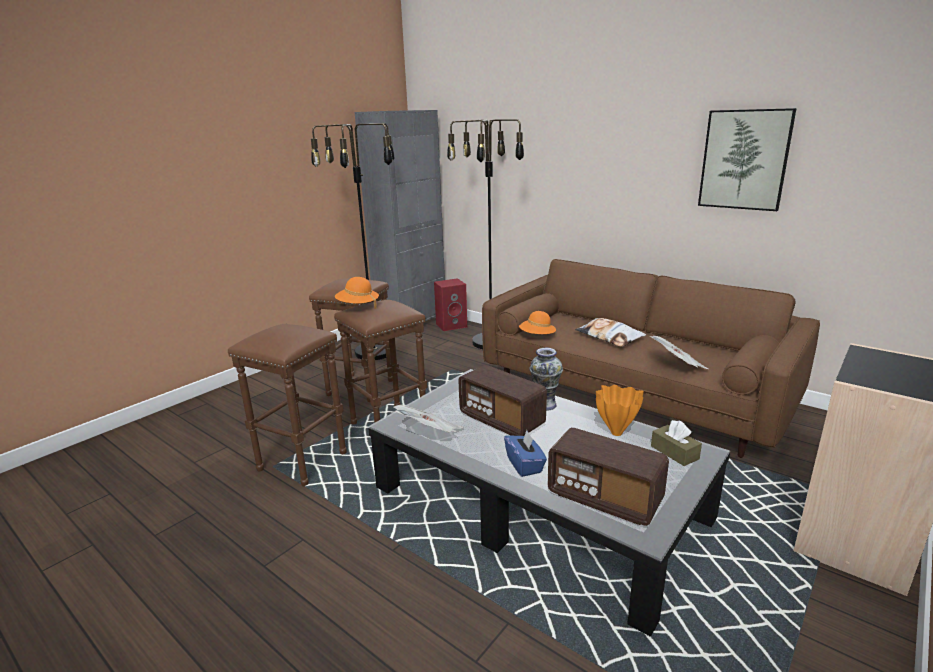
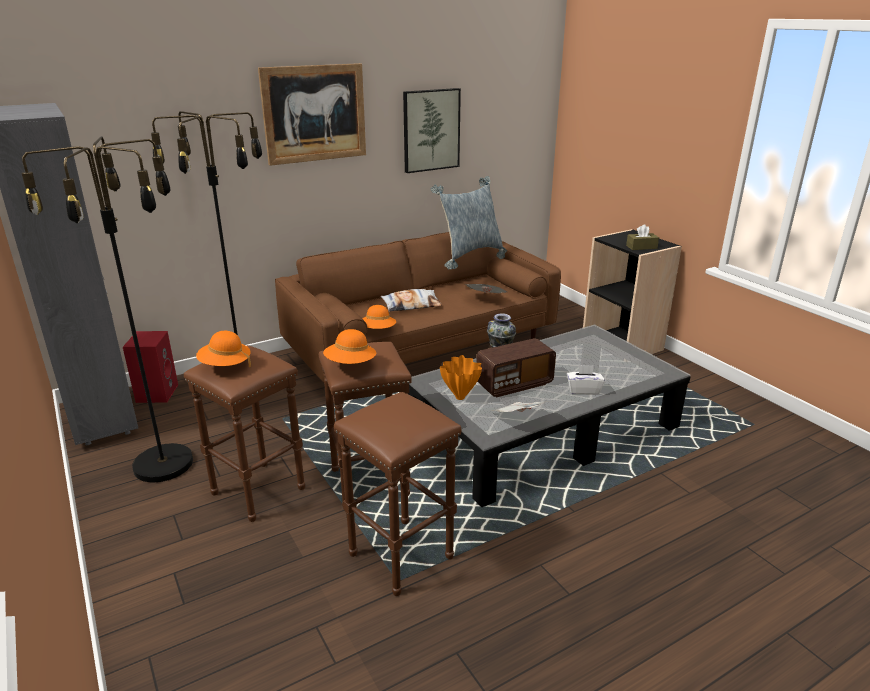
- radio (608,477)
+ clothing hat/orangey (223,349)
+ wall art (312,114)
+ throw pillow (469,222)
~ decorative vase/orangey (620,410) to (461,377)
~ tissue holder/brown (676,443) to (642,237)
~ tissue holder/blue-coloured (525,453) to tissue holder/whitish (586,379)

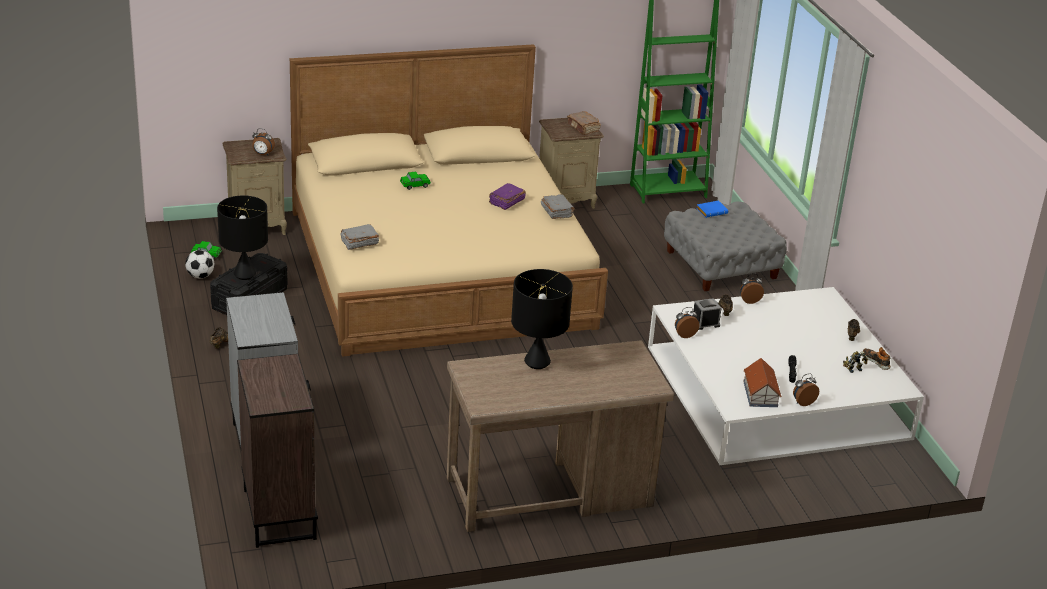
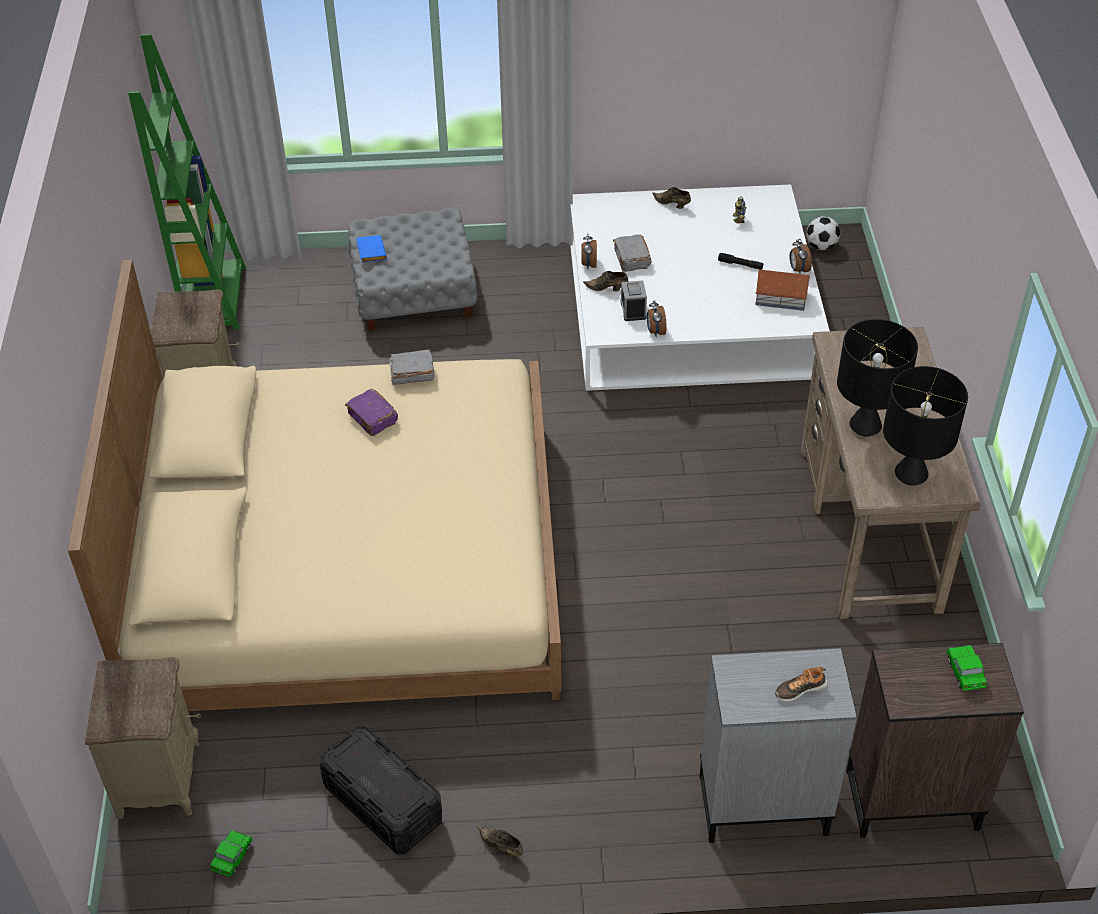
- bedside clock (263,141)
- volume/brown (584,123)
~ football (199,264) to (823,233)
~ lamp for a table/blackish (242,237) to (925,425)
~ volume/greyish (360,237) to (632,253)
~ toy car (415,180) to (966,668)
~ item of footwear (877,358) to (801,684)

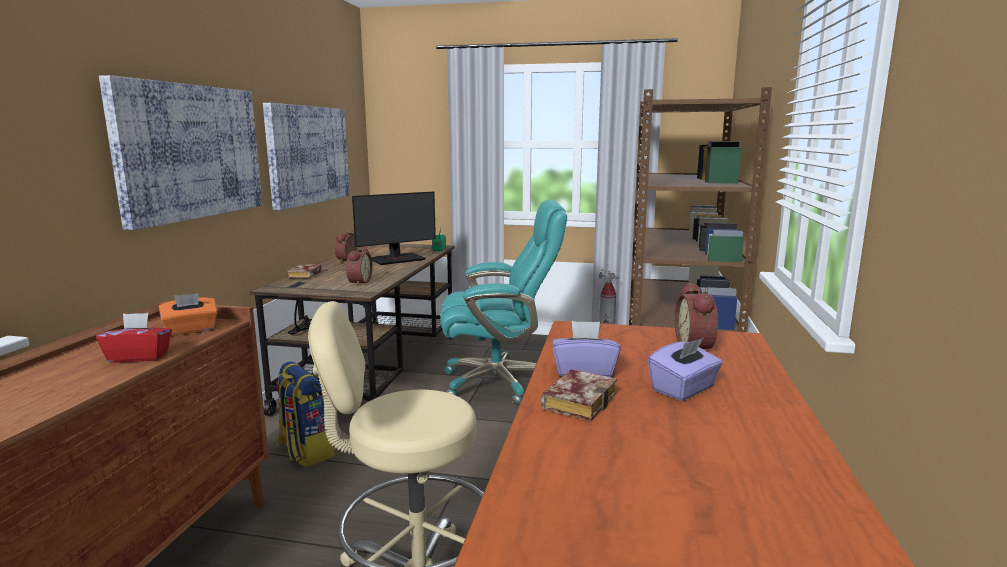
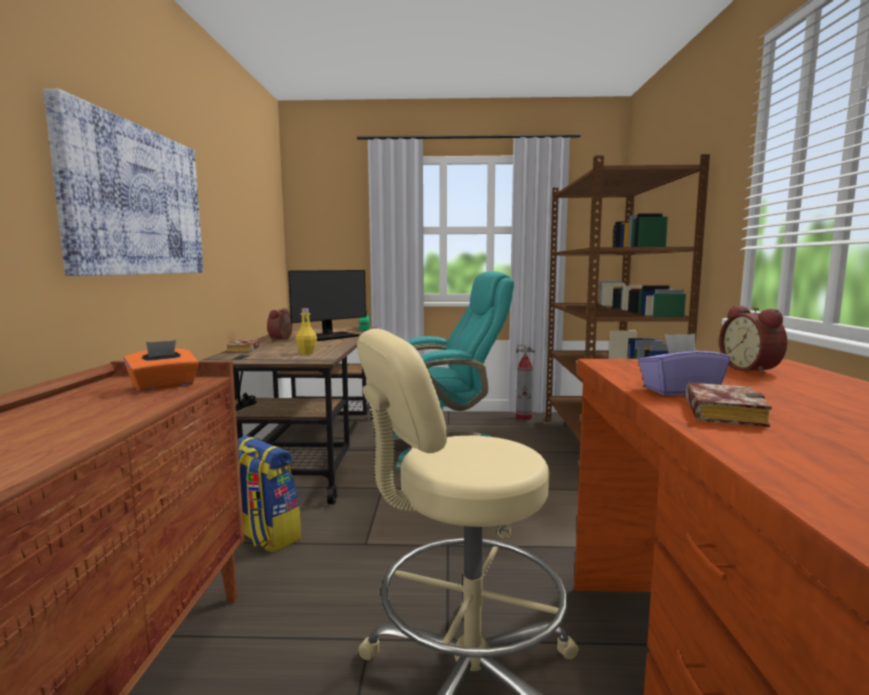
- tissue holder/red-coloured (134,338)
- wall art (306,156)
- tissue holder/purplish (685,369)
~ bedside clock (359,266) to drink bottle/yellow-coloured (306,331)

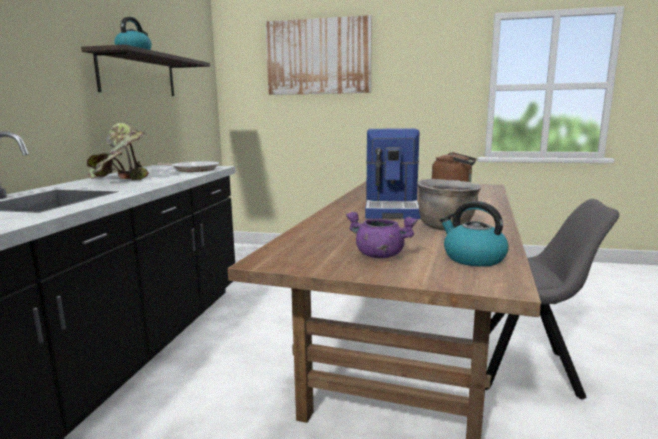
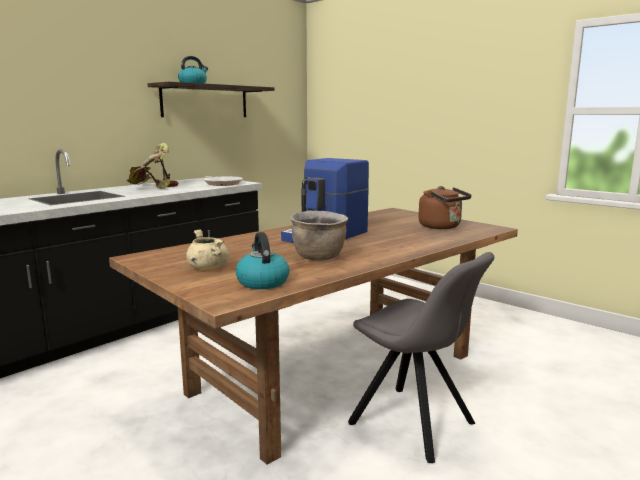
- wall art (318,55)
~ saucepot/purplish (381,235) to saucepot/sand-coloured (207,249)

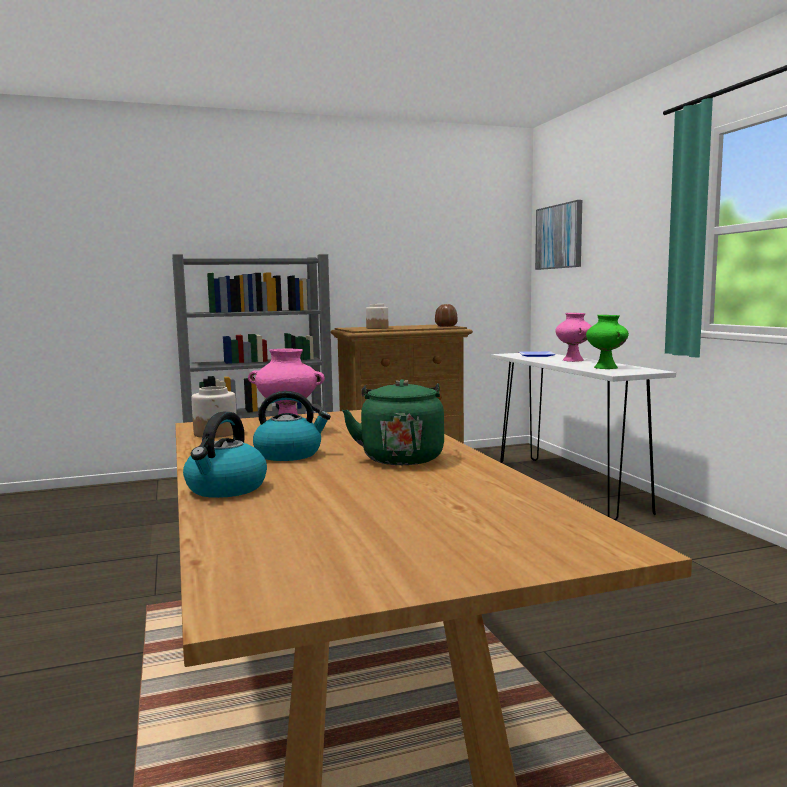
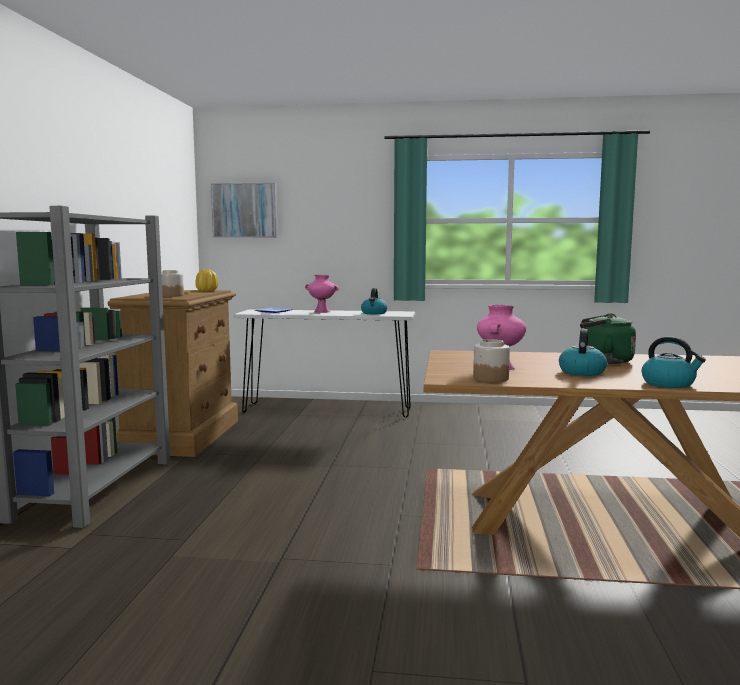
~ decorative vase/green-coloured (607,342) to tea kettle (374,301)
~ decorative vase/brown (446,315) to decorative vase/yellow-coloured (206,280)

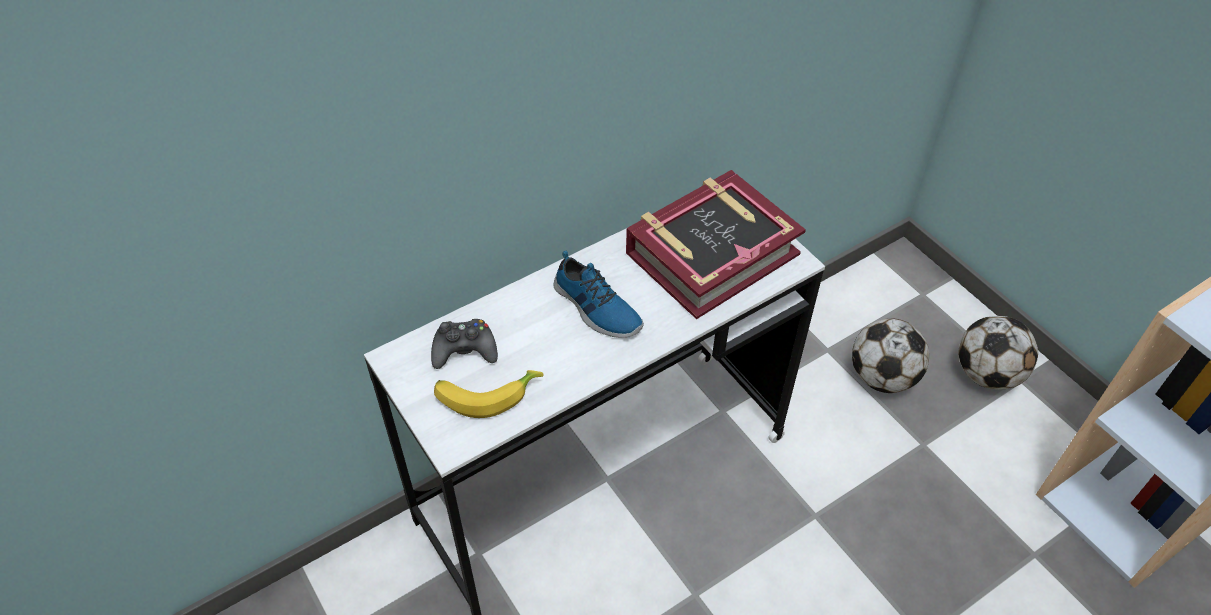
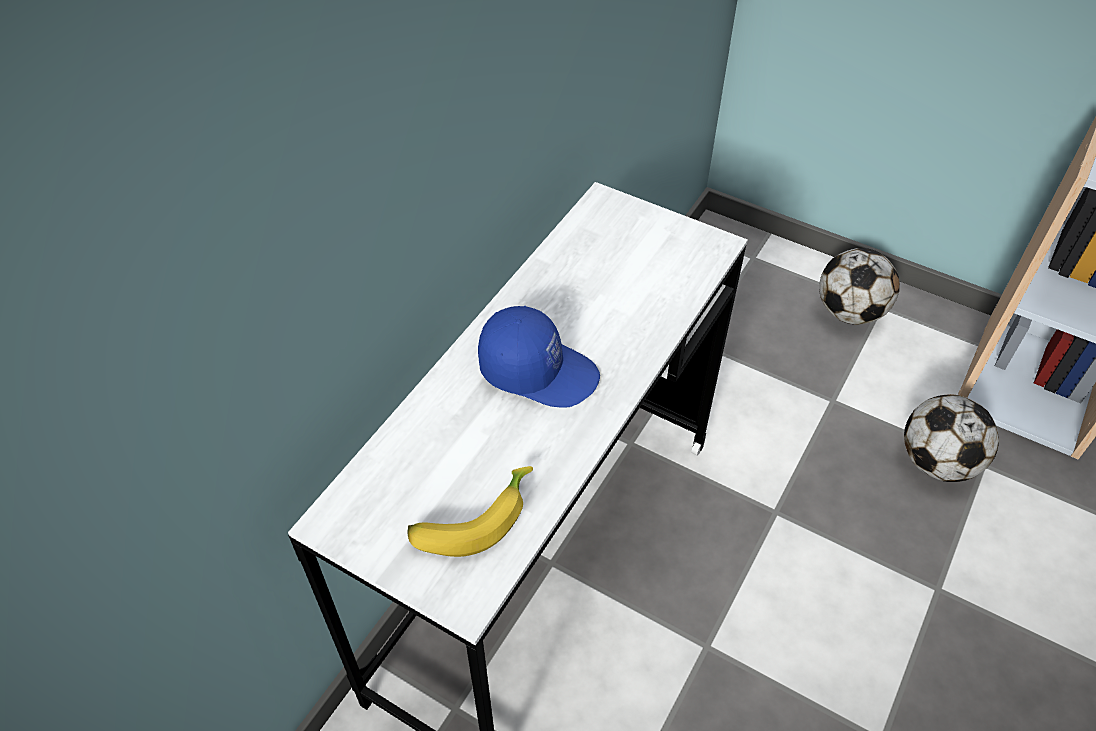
- joypad/blackish (464,344)
- volume (716,244)
~ football (890,355) to (951,438)
~ item of footwear (599,294) to cap/blue-coloured (539,357)

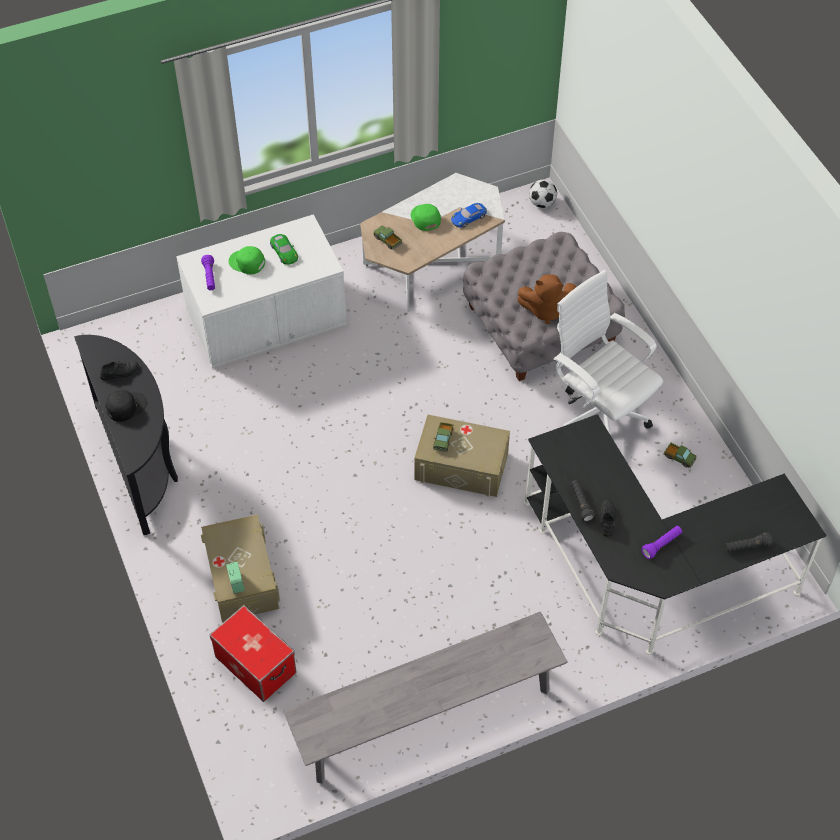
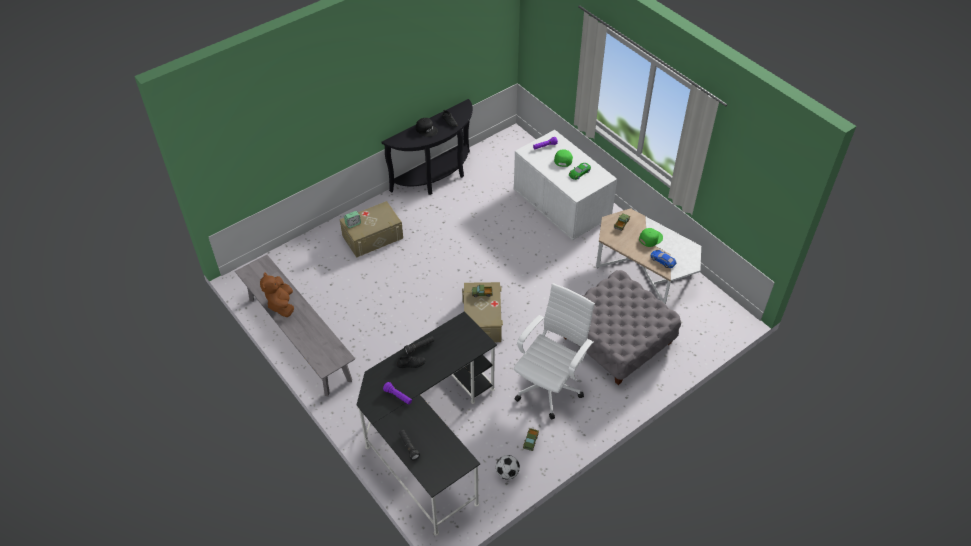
- storage bin (253,653)
~ cuddly toy/brown (546,299) to (277,294)
~ football (543,194) to (508,467)

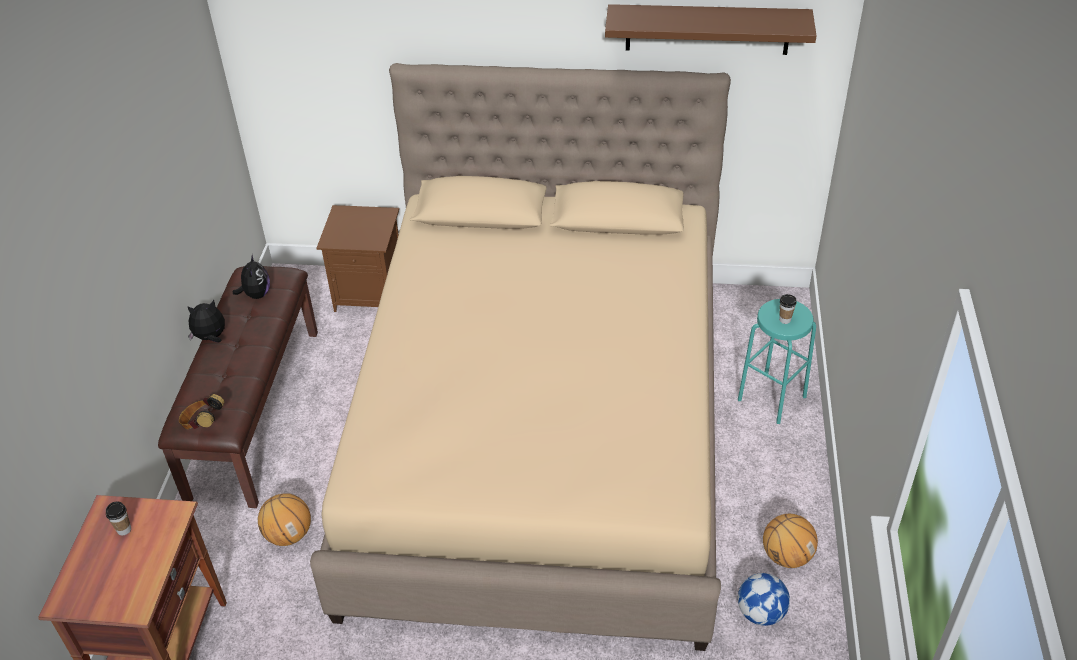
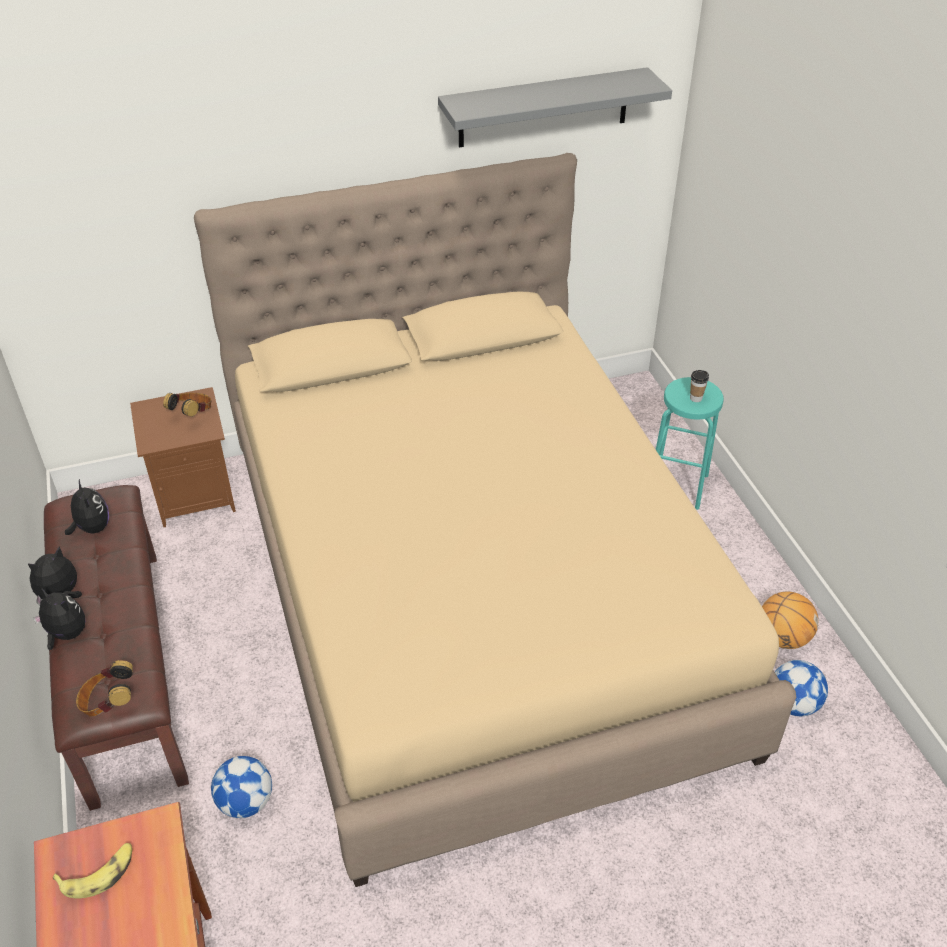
+ cuddly toy (59,618)
+ pair of headphones (187,405)
~ small cup (118,518) to whole banana (92,871)
~ ball for basketball (284,519) to football (241,787)
~ bracket shelf/brown (711,29) to bracket shelf/greyish (555,107)

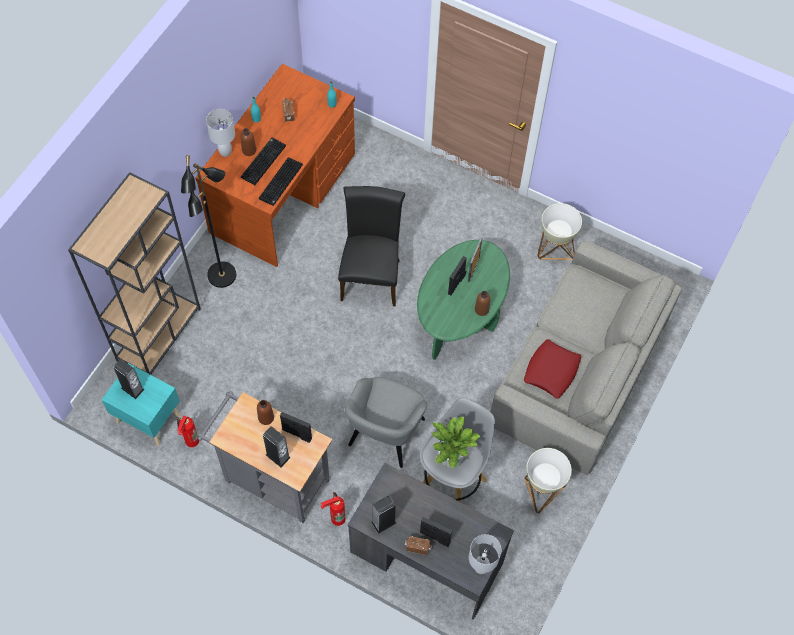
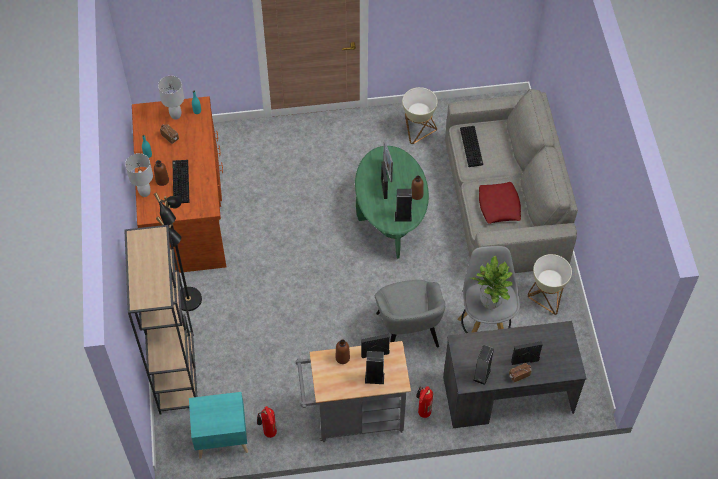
- plain chair/blackish (371,246)
~ speaker (129,379) to (403,205)
~ PC keyboard (281,181) to (471,146)
~ lamp for a table/whitish (485,554) to (171,98)

